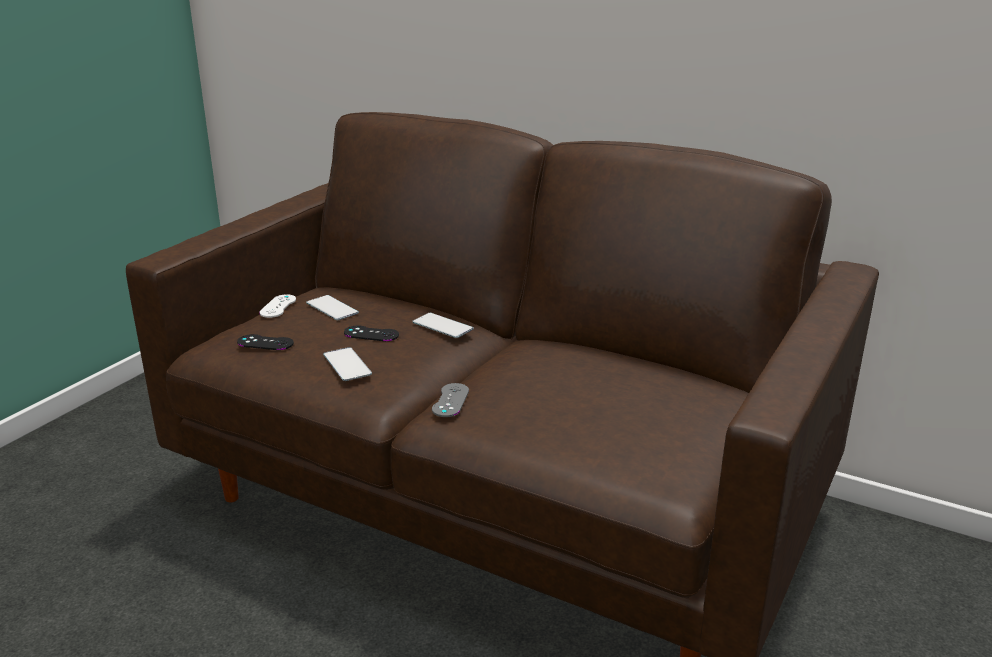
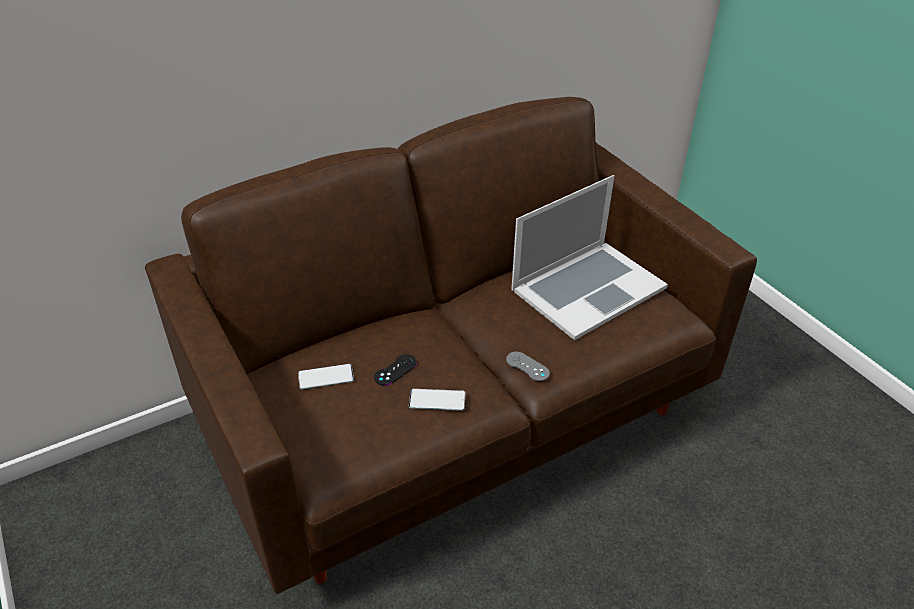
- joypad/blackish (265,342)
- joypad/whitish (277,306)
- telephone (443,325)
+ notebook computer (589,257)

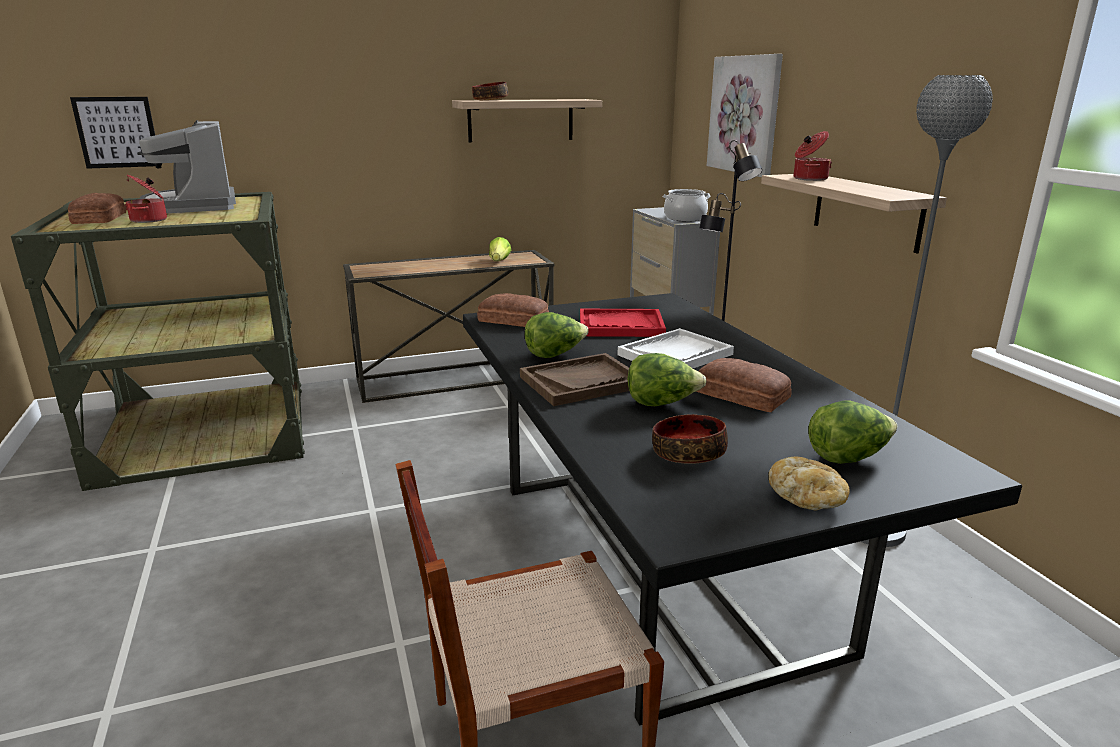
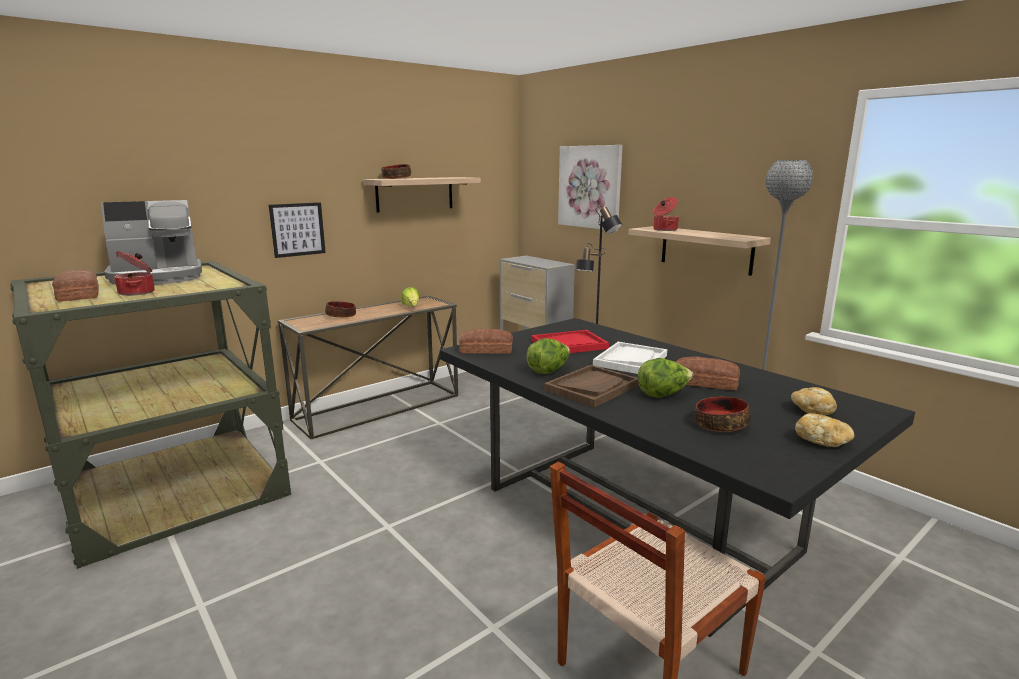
- saucepot (686,205)
+ bowl (340,309)
~ wall art (112,133) to (297,230)
~ head of lettuce (852,432) to bakery bread (814,401)
~ coffee machine (186,166) = (151,242) 75 degrees counterclockwise

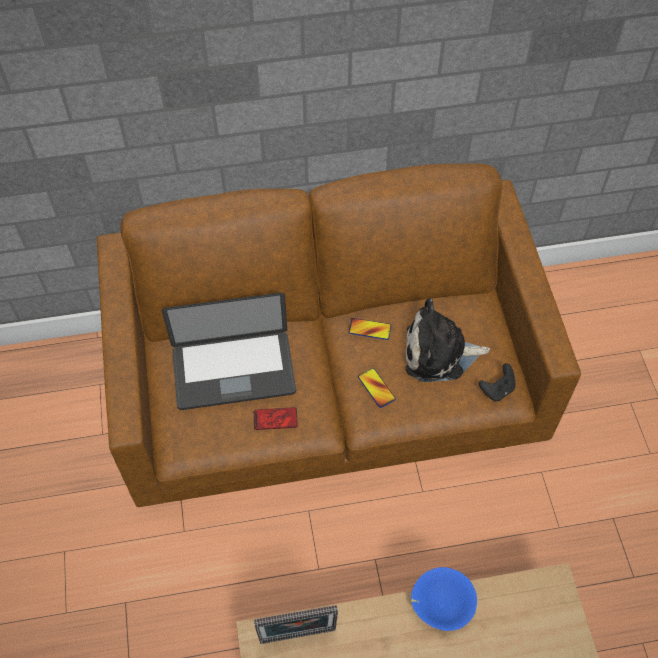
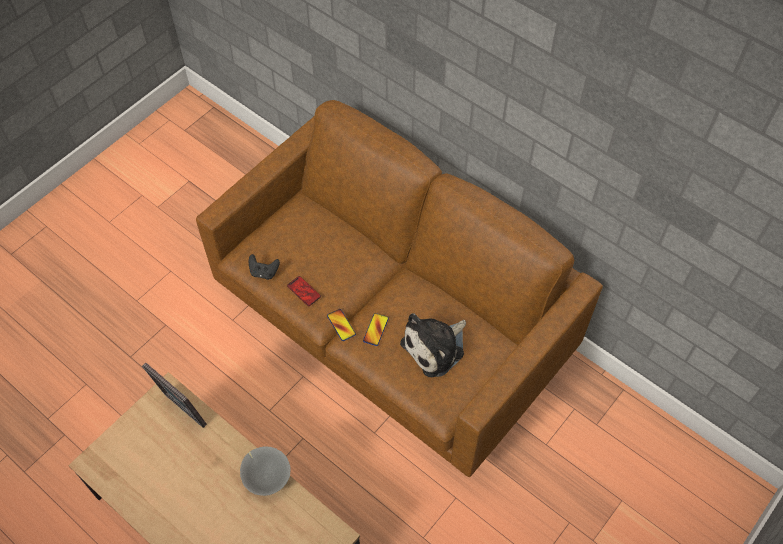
- notebook computer (229,351)
~ telephone (370,329) to (341,325)
~ joypad/blackish (497,382) to (264,267)
~ bowl/blue-coloured (444,599) to bowl/greyish (265,471)
~ cuddly toy (448,340) = (433,345) 90 degrees counterclockwise

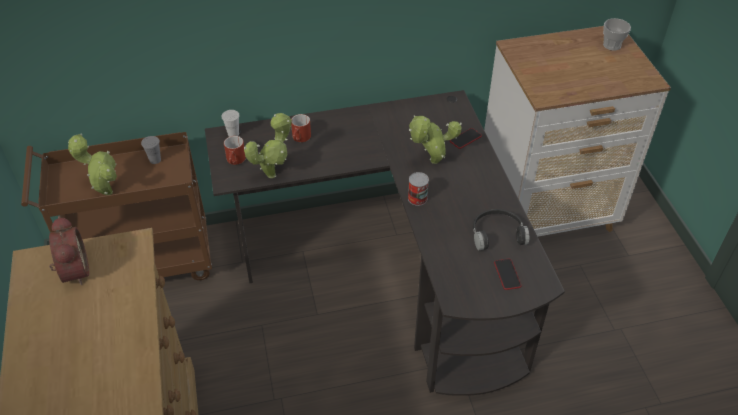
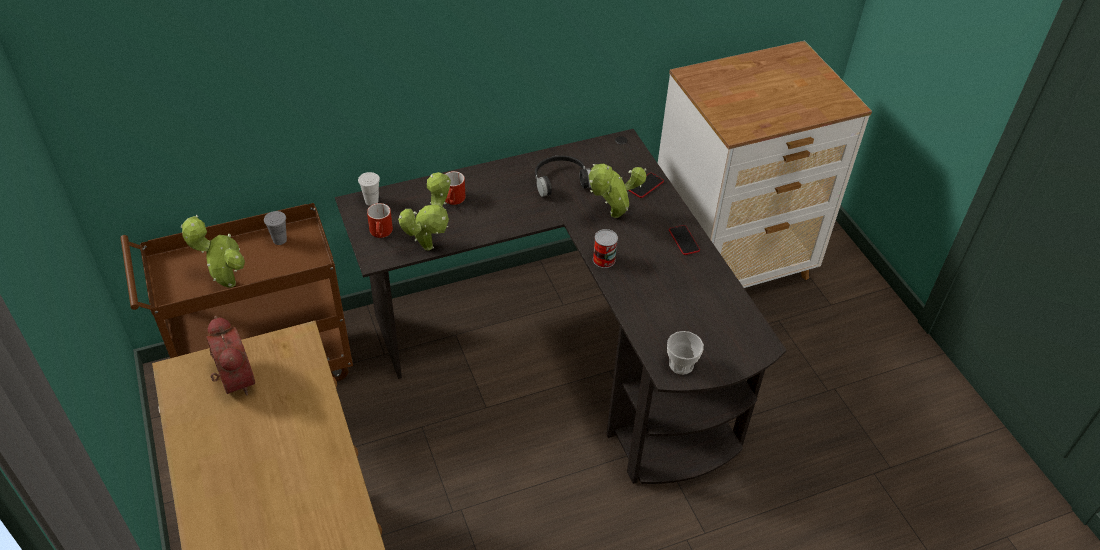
~ pair of headphones/blackish (501,229) to (563,176)
~ telephone (507,274) to (684,240)
~ small cup (617,34) to (685,353)

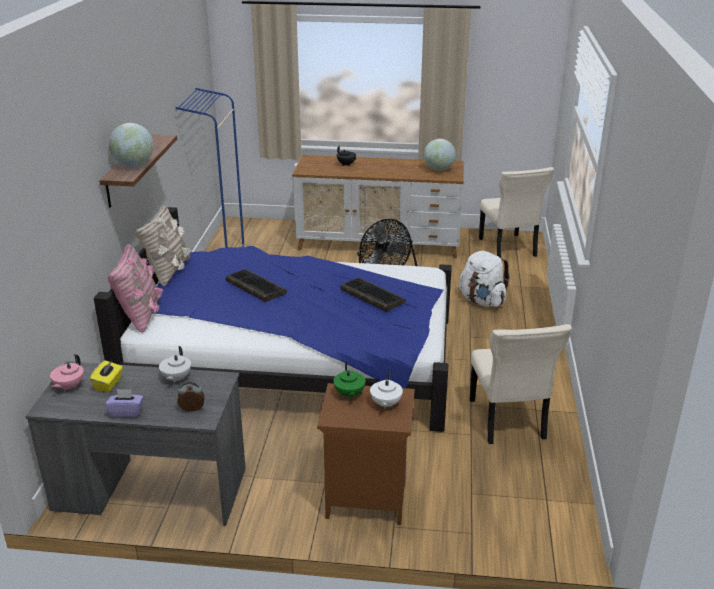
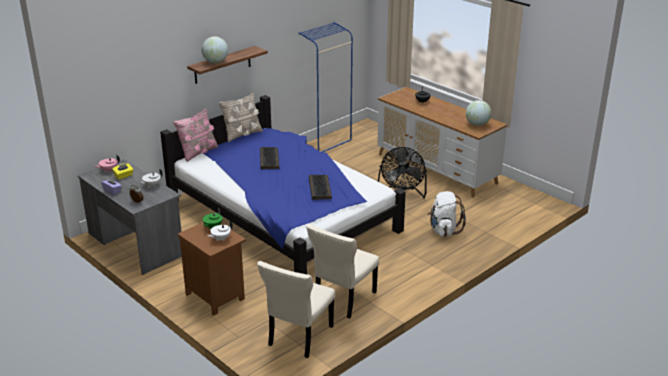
~ plain chair/sand-coloured (516,212) to (296,309)

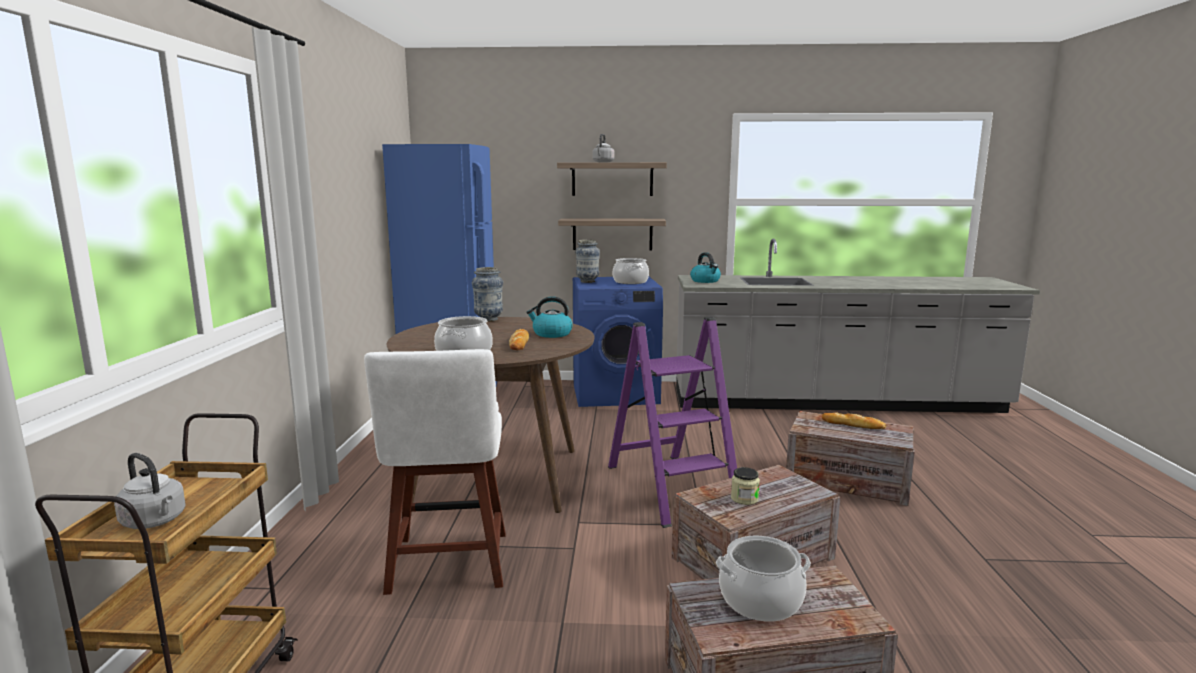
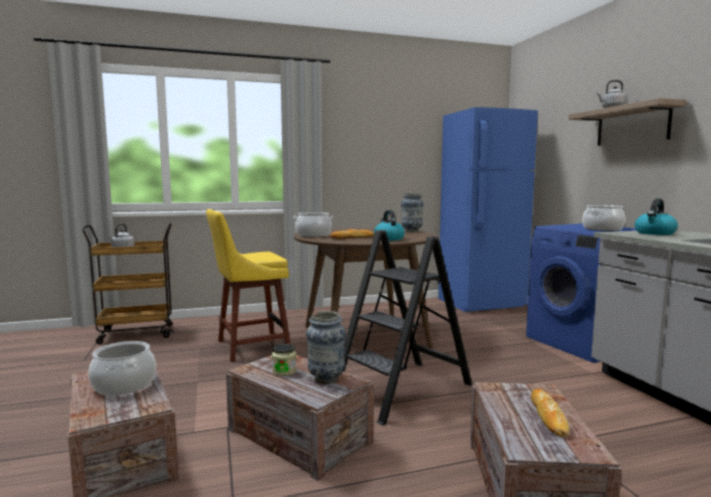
- bracket shelf (612,234)
~ decorative vase (587,261) to (326,347)
~ plain chair/whitish (435,472) to plain chair/yellow-coloured (248,285)
~ step stool/purplish (672,422) to step stool/blackish (407,328)

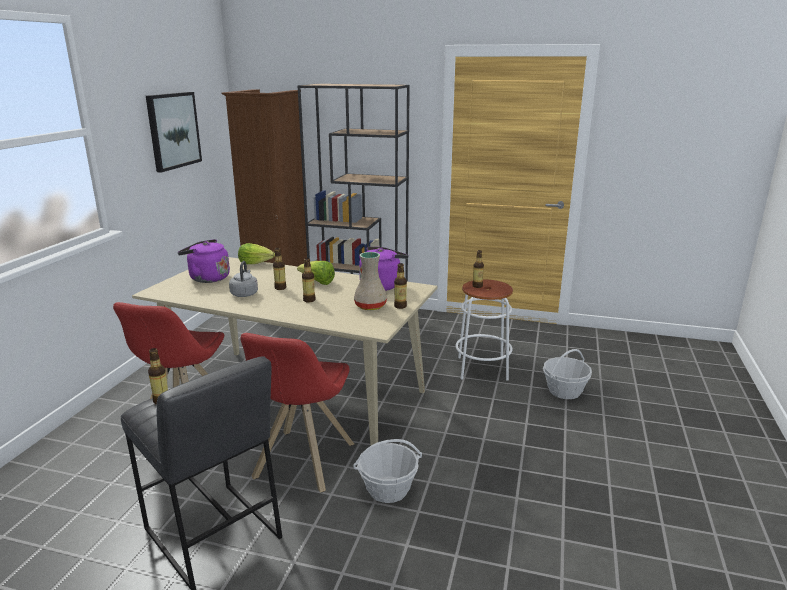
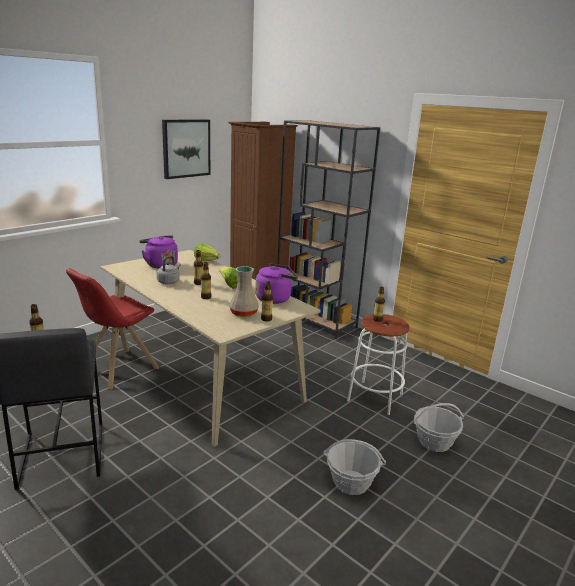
- plain chair/red-coloured (297,413)
~ storage basket (387,471) to (355,467)

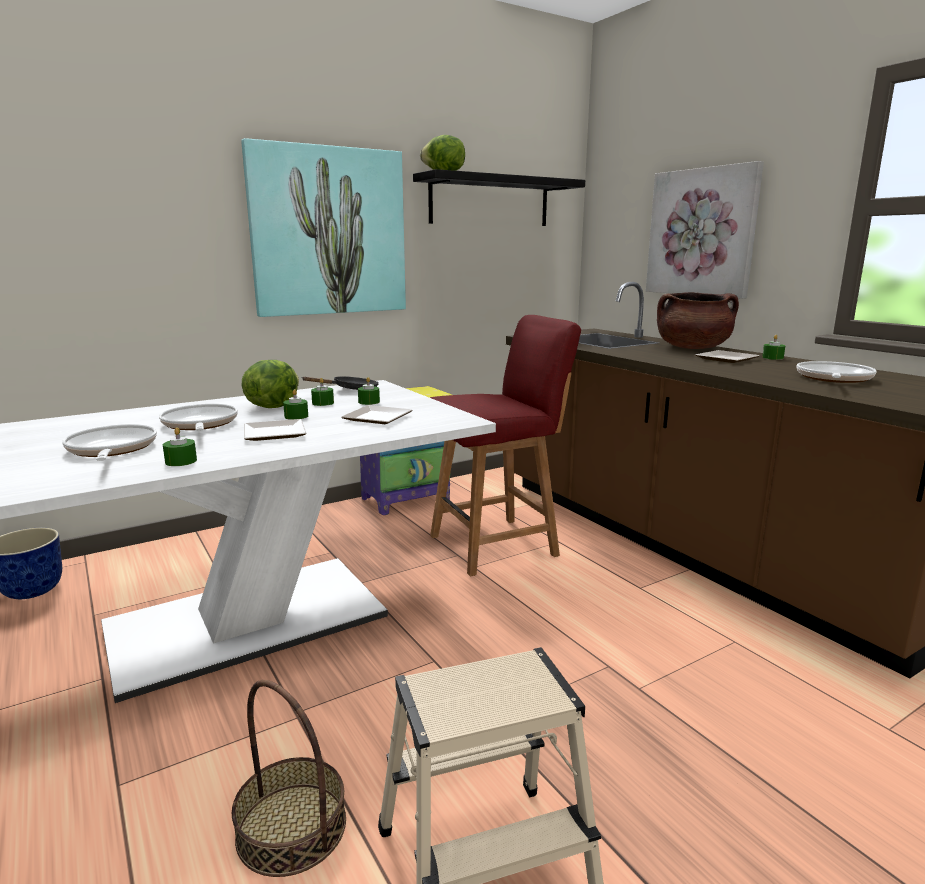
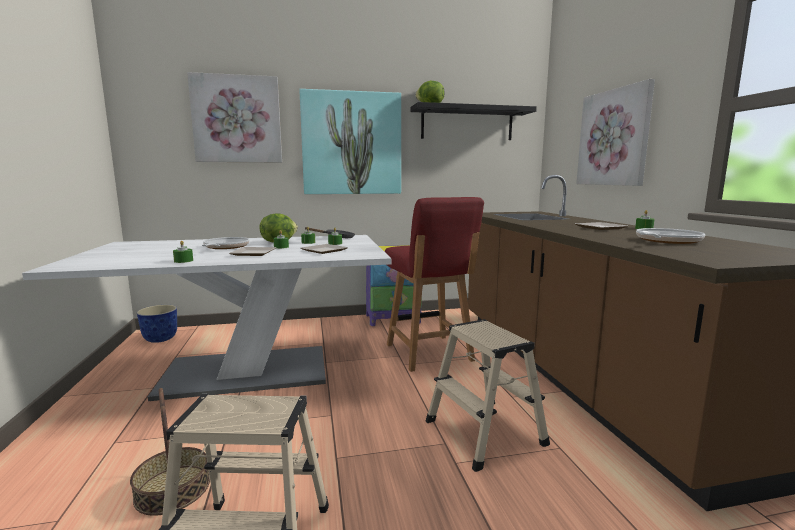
- skillet (109,442)
- saucepot/brown (698,320)
+ wall art (234,117)
+ step stool/sand-coloured (488,395)
~ plain chair/red-coloured (505,445) = (434,284) 75 degrees clockwise

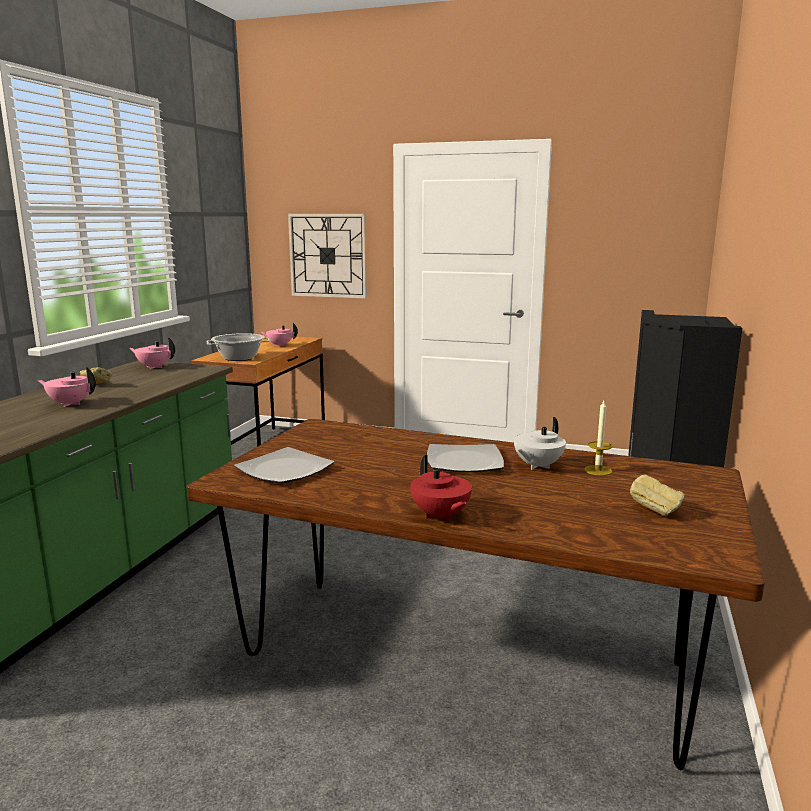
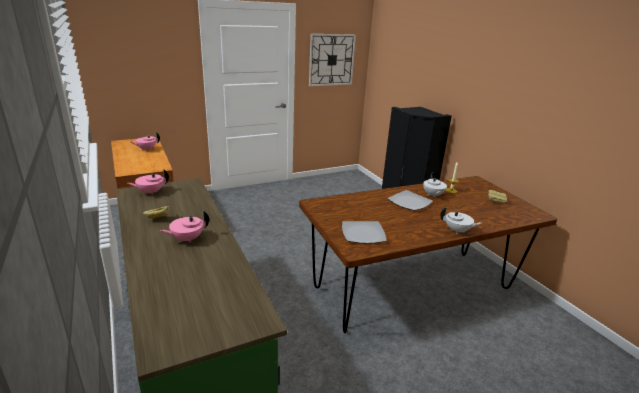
- saucepot (238,347)
~ clock on the wall (327,256) to (332,60)
~ teapot/red-coloured (441,488) to teapot/whitish (461,220)

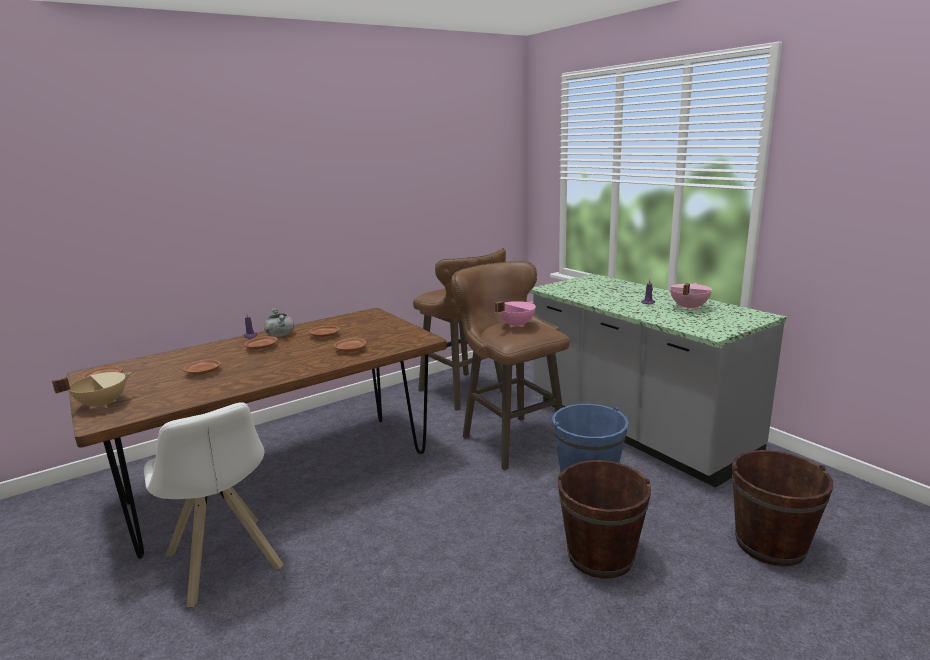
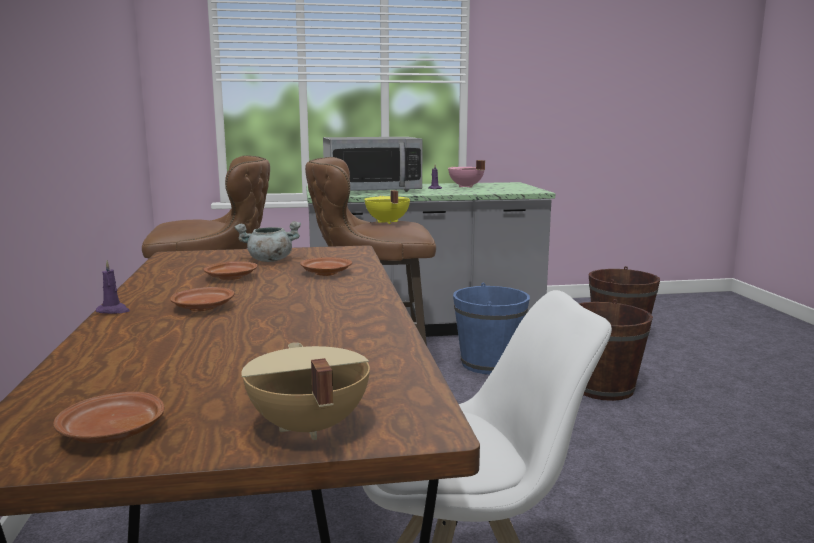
- plate/brown (202,367)
+ kitchen microwave (373,164)
~ saucepot/greyish (279,322) to (267,241)
~ saucepot/pinkish (515,314) to saucepot/yellow-coloured (387,207)

